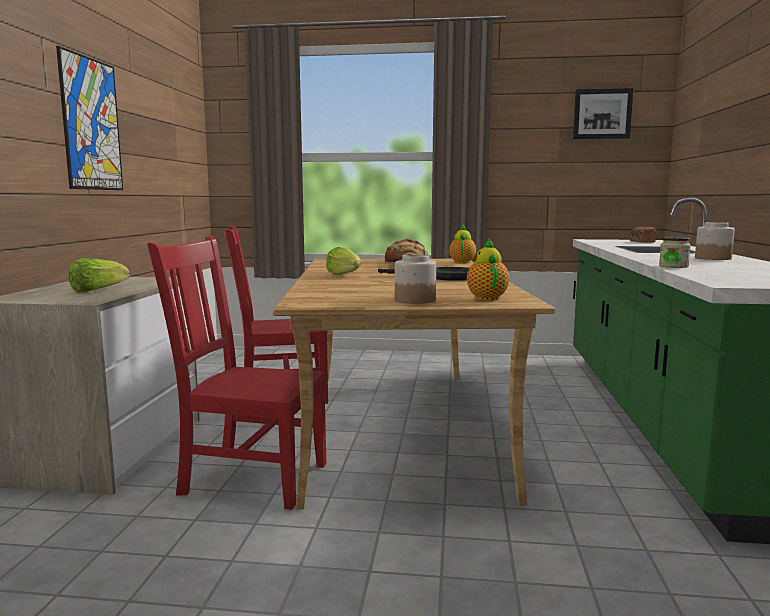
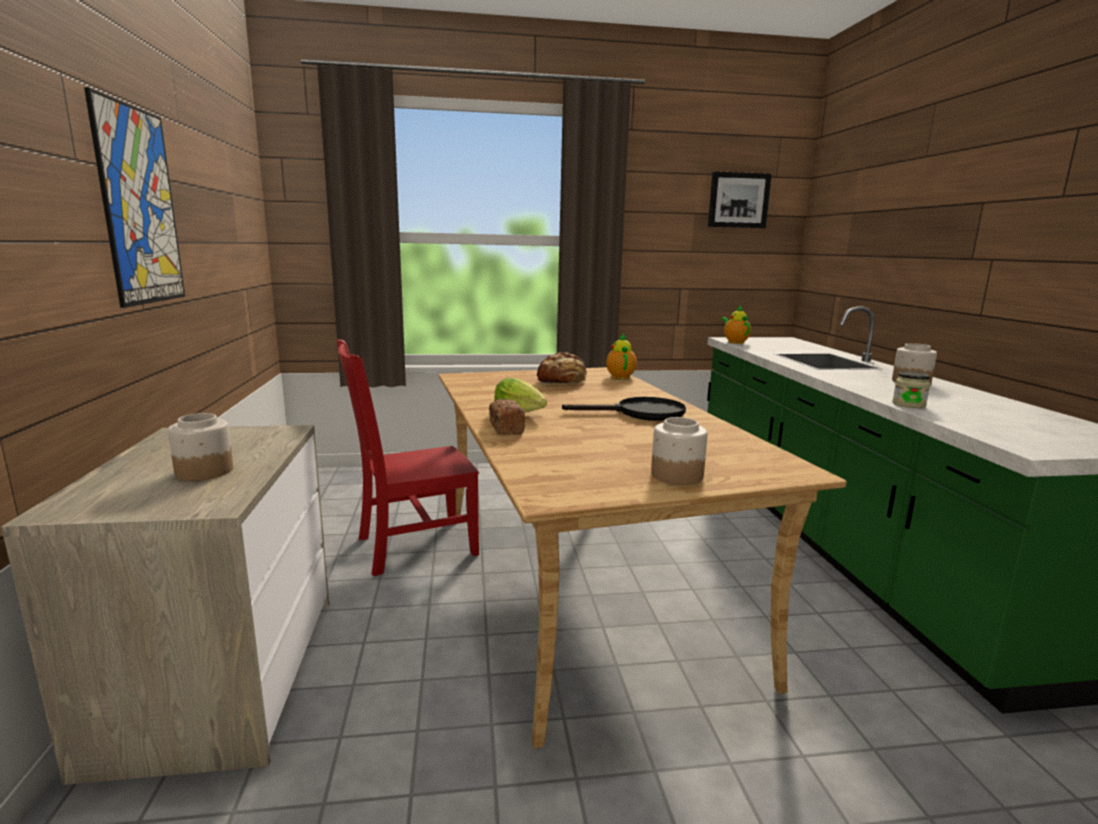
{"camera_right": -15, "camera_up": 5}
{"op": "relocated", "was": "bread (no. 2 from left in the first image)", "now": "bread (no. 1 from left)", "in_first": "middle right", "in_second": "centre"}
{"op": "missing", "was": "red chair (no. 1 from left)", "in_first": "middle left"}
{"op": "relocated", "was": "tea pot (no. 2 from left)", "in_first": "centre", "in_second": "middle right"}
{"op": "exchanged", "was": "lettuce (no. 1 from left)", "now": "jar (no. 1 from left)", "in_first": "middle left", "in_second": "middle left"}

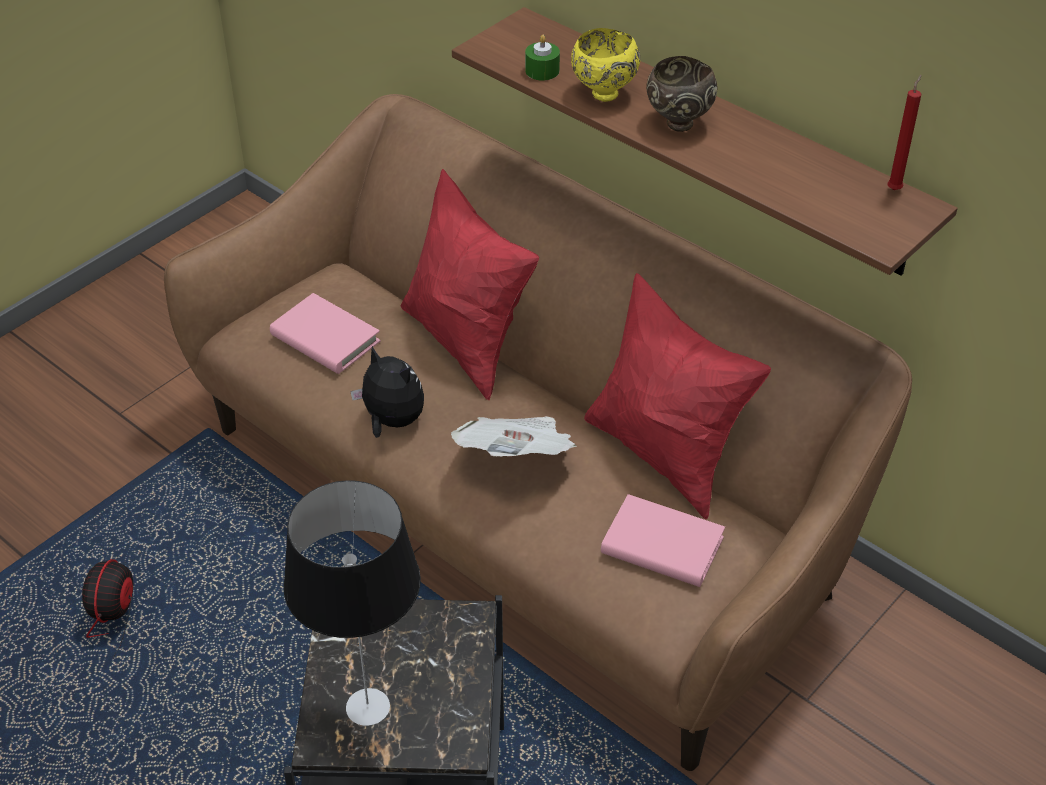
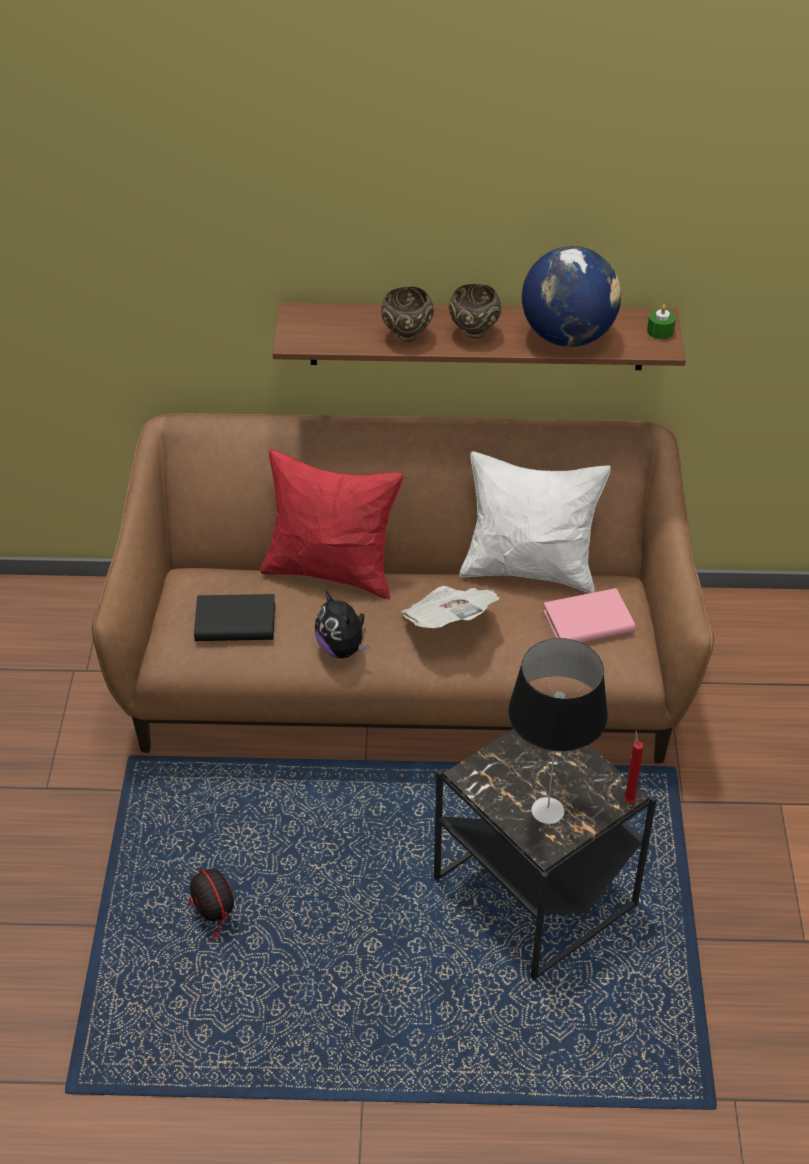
{"camera_right": -40, "camera_up": 0}
{"op": "colour", "was": "yellow deep dish", "now": "brown-coloured deep dish (no. 1 from left)", "in_first": "top centre", "in_second": "top centre"}
{"op": "relocated", "was": "green-coloured wax candle", "in_first": "top centre", "in_second": "top right"}
{"op": "relocated", "was": "red wax candle", "in_first": "top right", "in_second": "middle right"}
{"op": "colour", "was": "red pillow (no. 2 from left)", "now": "white-coloured pillow", "in_first": "centre", "in_second": "centre"}
{"op": "colour", "was": "pinkish book (no. 1 from left)", "now": "black-coloured book", "in_first": "middle left", "in_second": "middle left"}
{"op": "spun", "was": "soft toy", "in_first": "centre", "in_second": "centre", "clockwise": -120}
{"op": "appeared", "now": "desk globe", "in_second": "top right"}

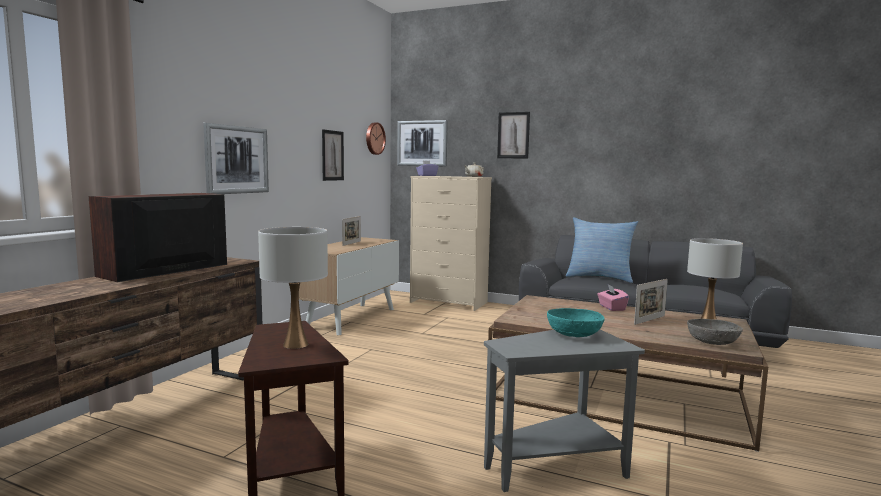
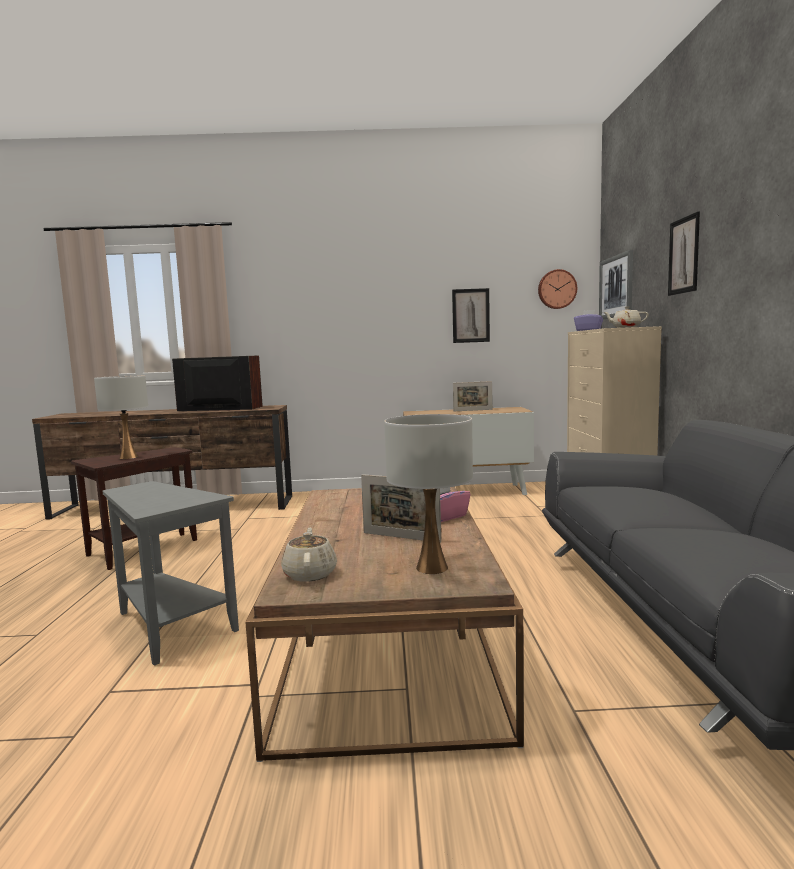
{"camera_right": 65, "camera_up": 0}
{"op": "missing", "was": "wall picture (no. 1 from left)", "in_first": "top left"}
{"op": "missing", "was": "pillow", "in_first": "middle right"}
{"op": "missing", "was": "turquoise deep dish", "in_first": "centre"}
{"op": "exchanged", "was": "grey deep dish", "now": "beige-coloured tea pot (no. 1 from left)", "in_first": "bottom right", "in_second": "centre"}

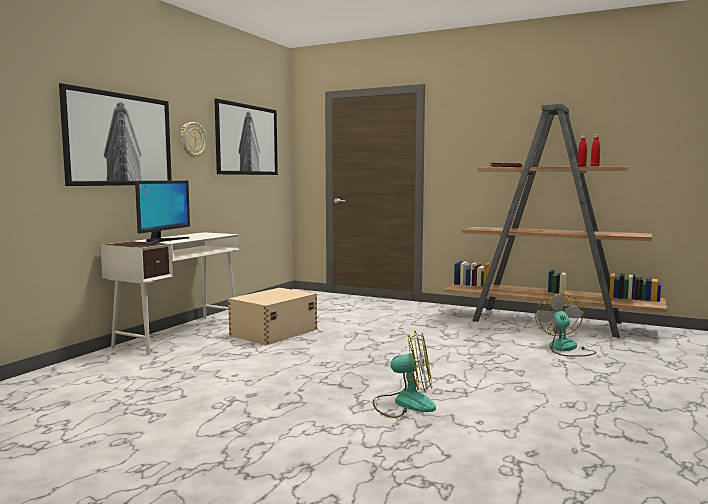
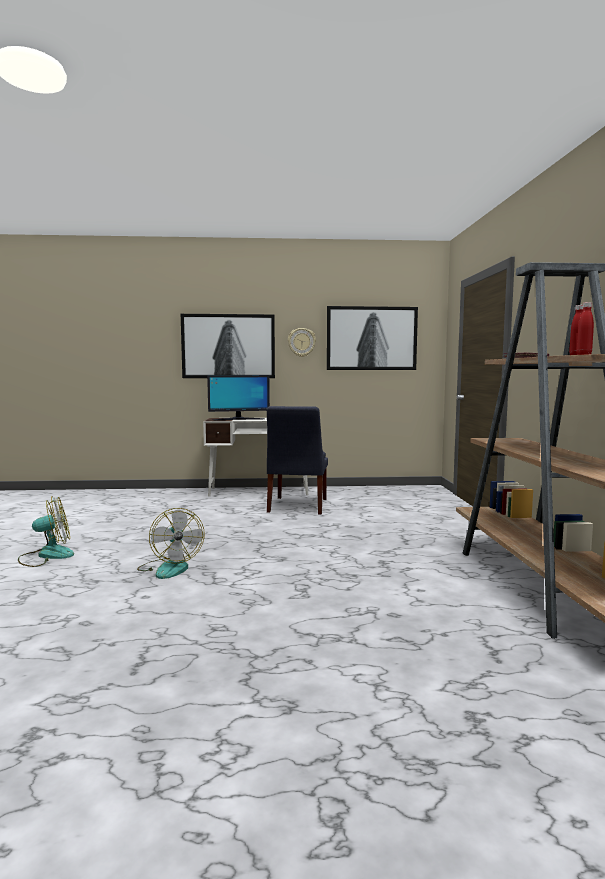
{"camera_right": 60, "camera_up": 0}
{"op": "exchanged", "was": "beige-coloured storage bin", "now": "blue-coloured chair", "in_first": "centre", "in_second": "centre"}
{"op": "relocated", "was": "cooling fan (no. 2 from left in the first image)", "now": "cooling fan (no. 1 from left)", "in_first": "middle right", "in_second": "middle left"}

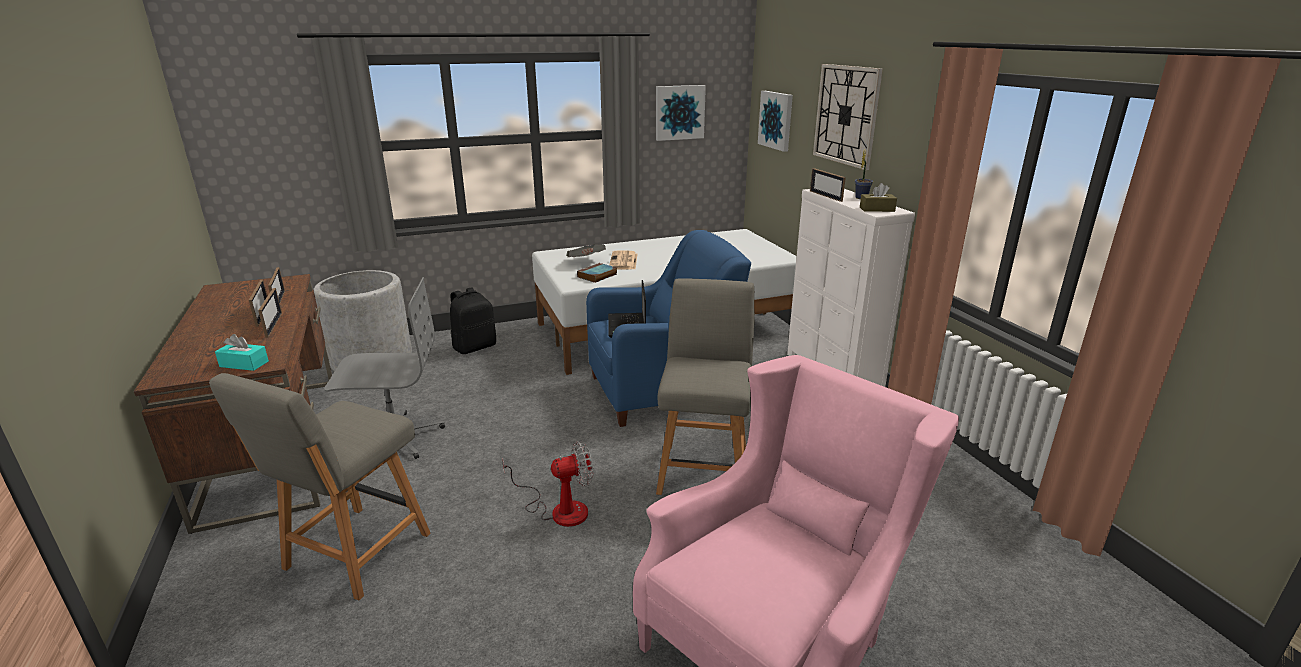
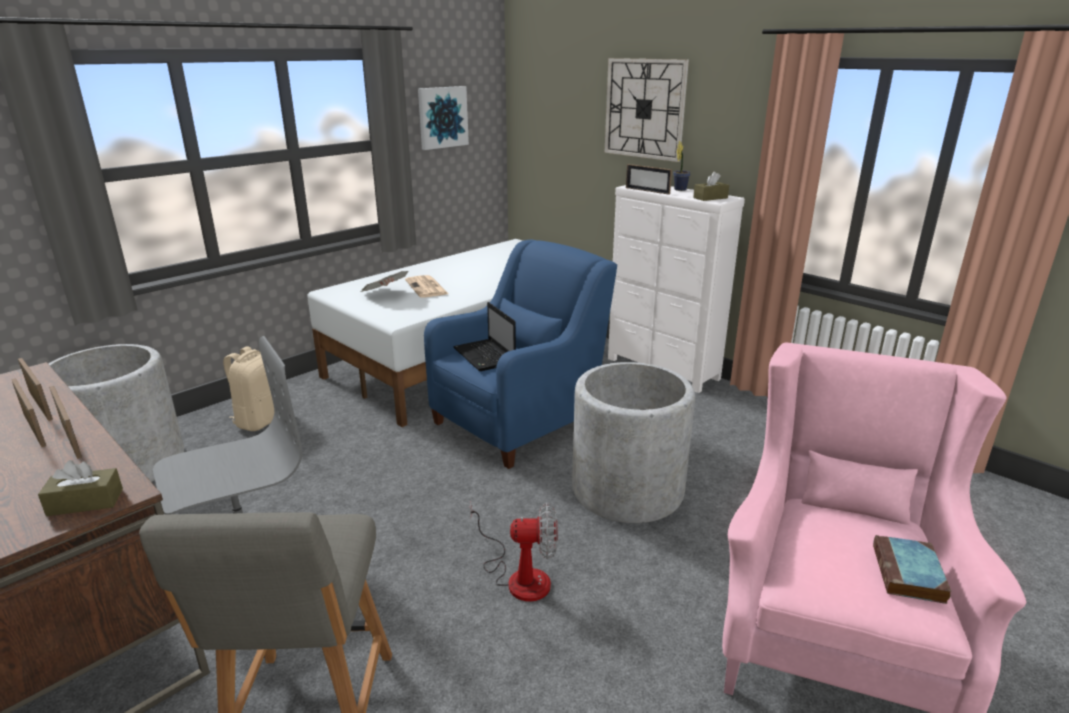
{"camera_right": -25, "camera_up": 0}
{"op": "missing", "was": "wall picture (no. 2 from left)", "in_first": "top centre"}
{"op": "relocated", "was": "book", "in_first": "centre", "in_second": "bottom right"}
{"op": "exchanged", "was": "grey chair (no. 2 from left)", "now": "grey plant pot (no. 2 from left)", "in_first": "centre", "in_second": "centre"}
{"op": "colour", "was": "black-coloured knapsack", "now": "beige-coloured knapsack", "in_first": "centre", "in_second": "middle left"}
{"op": "colour", "was": "turquoise box of tissues", "now": "brown-coloured box of tissues (no. 1 from left)", "in_first": "middle left", "in_second": "bottom left"}
{"op": "spun", "was": "cooling fan", "in_first": "bottom centre", "in_second": "bottom centre", "clockwise": 45}

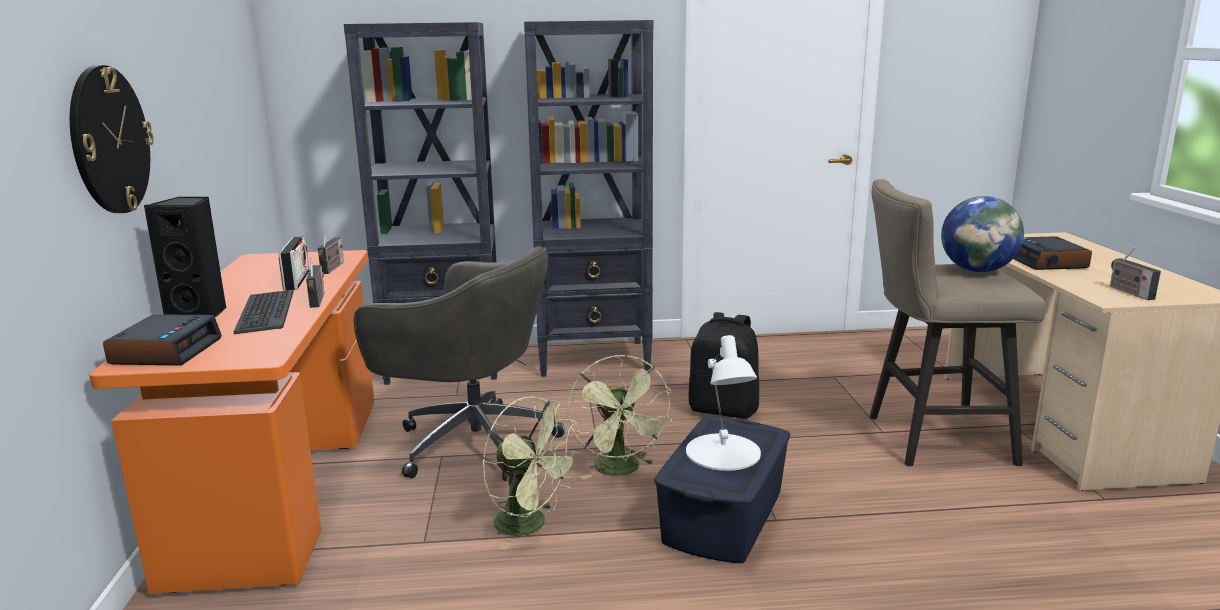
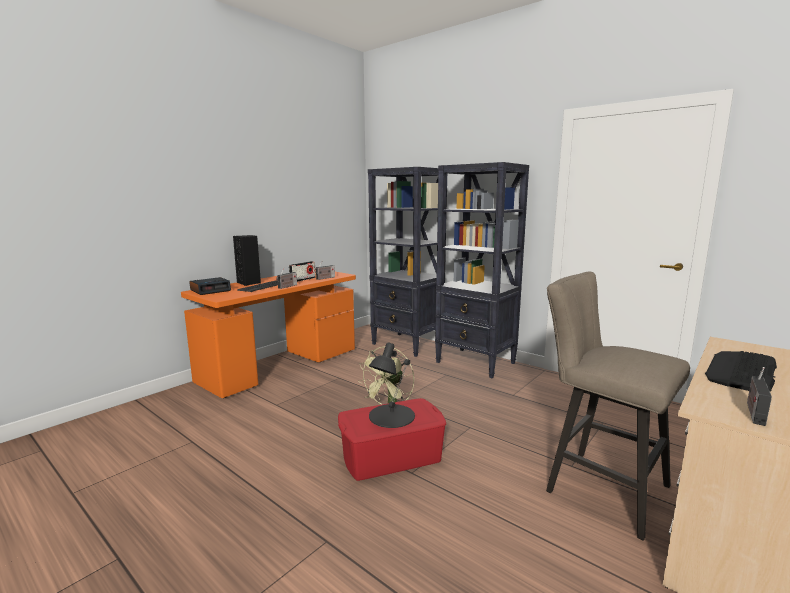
{"camera_right": 45, "camera_up": -5}
{"op": "missing", "was": "hanging clock", "in_first": "top left"}
{"op": "missing", "was": "desk globe", "in_first": "middle right"}
{"op": "exchanged", "was": "bedside clock (no. 2 from left)", "now": "computer keyboard (no. 2 from left)", "in_first": "middle right", "in_second": "middle right"}
{"op": "missing", "was": "grey desk chair", "in_first": "centre"}
{"op": "missing", "was": "black-coloured knapsack", "in_first": "centre"}
{"op": "colour", "was": "white-coloured table lamp", "now": "black-coloured table lamp", "in_first": "centre", "in_second": "centre"}
{"op": "missing", "was": "green-coloured cooling fan (no. 1 from left)", "in_first": "bottom centre"}
{"op": "colour", "was": "blue-coloured storage bin", "now": "red storage bin", "in_first": "bottom centre", "in_second": "bottom centre"}

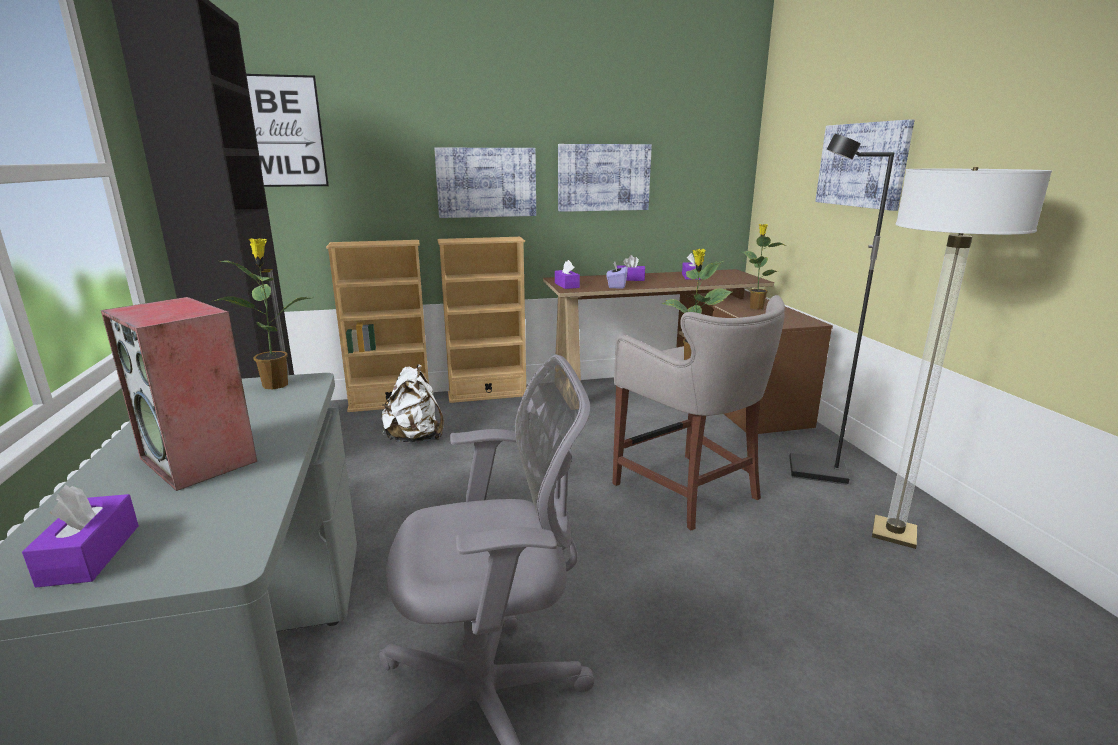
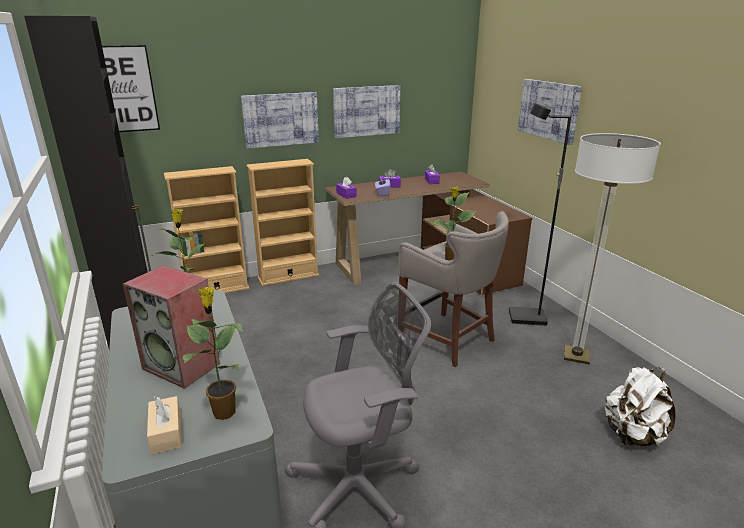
{"camera_right": -10, "camera_up": 5}
{"op": "relocated", "was": "potted plant (no. 3 from left in the first image)", "now": "potted plant (no. 2 from left)", "in_first": "middle right", "in_second": "bottom left"}
{"op": "relocated", "was": "white-coloured knapsack", "in_first": "centre", "in_second": "bottom right"}
{"op": "colour", "was": "purple-coloured box of tissues (no. 1 from left)", "now": "beige-coloured box of tissues", "in_first": "bottom left", "in_second": "bottom left"}

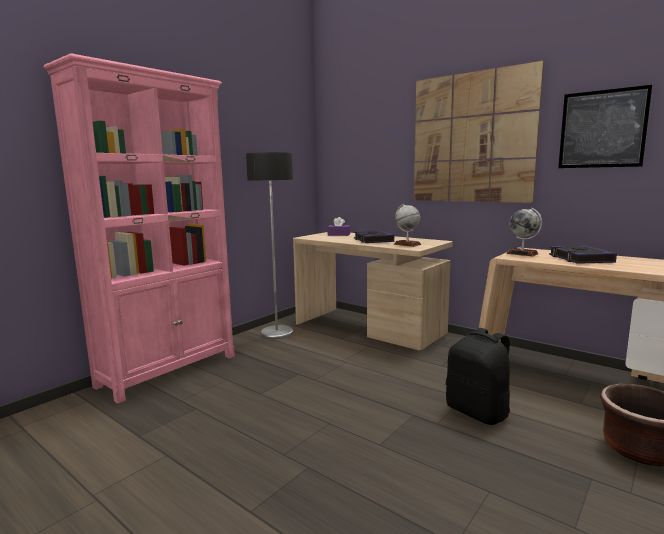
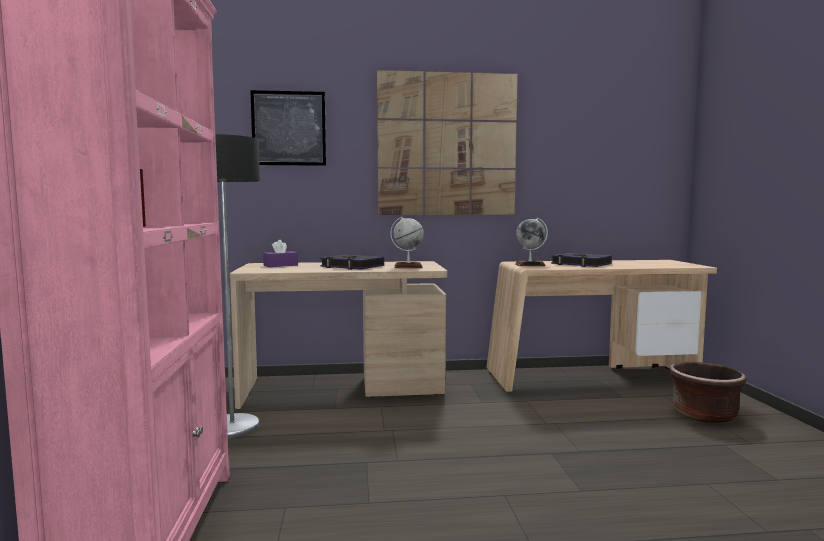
{"camera_right": -45, "camera_up": -5}
{"op": "relocated", "was": "wall picture (no. 2 from left in the first image)", "now": "wall picture (no. 1 from left)", "in_first": "top right", "in_second": "top centre"}
{"op": "missing", "was": "black-coloured knapsack", "in_first": "bottom right"}

